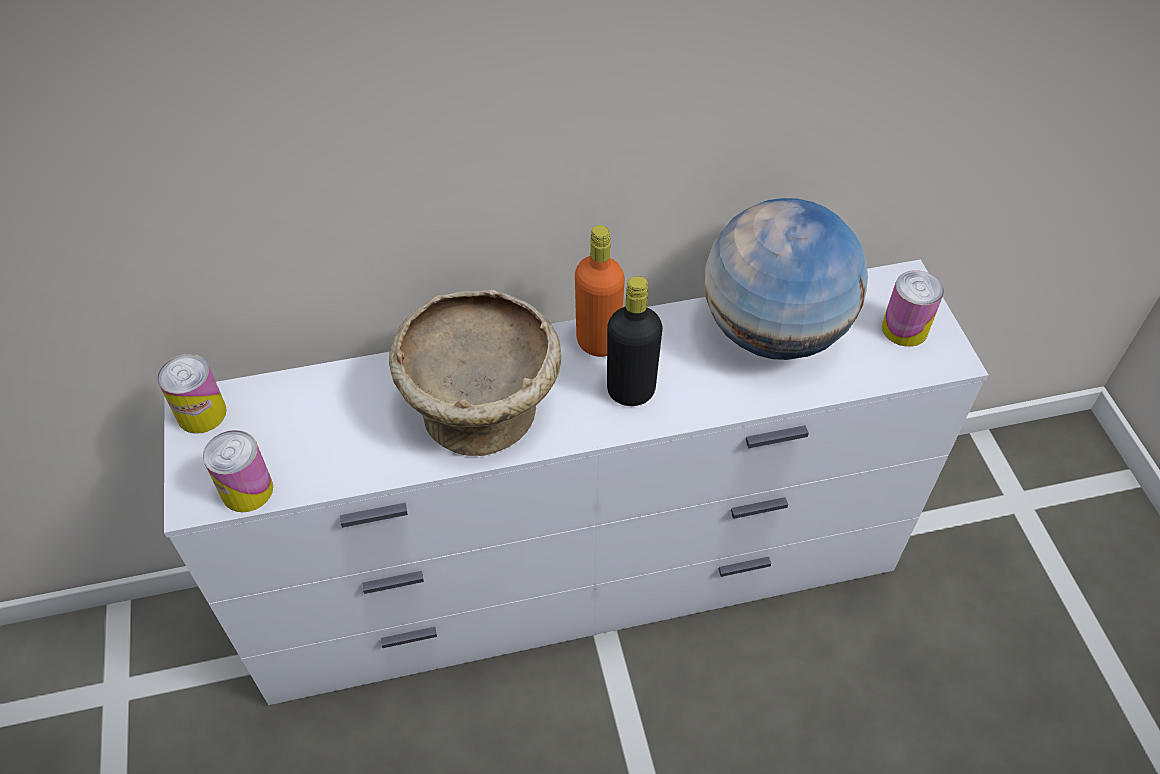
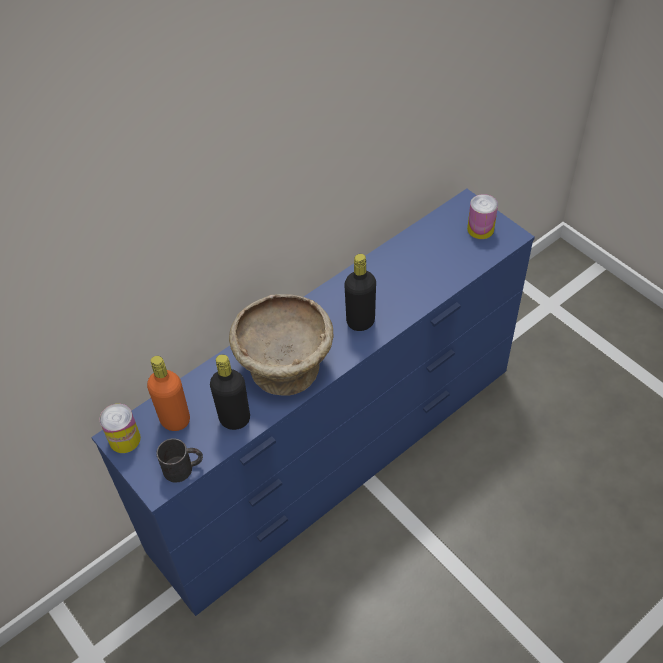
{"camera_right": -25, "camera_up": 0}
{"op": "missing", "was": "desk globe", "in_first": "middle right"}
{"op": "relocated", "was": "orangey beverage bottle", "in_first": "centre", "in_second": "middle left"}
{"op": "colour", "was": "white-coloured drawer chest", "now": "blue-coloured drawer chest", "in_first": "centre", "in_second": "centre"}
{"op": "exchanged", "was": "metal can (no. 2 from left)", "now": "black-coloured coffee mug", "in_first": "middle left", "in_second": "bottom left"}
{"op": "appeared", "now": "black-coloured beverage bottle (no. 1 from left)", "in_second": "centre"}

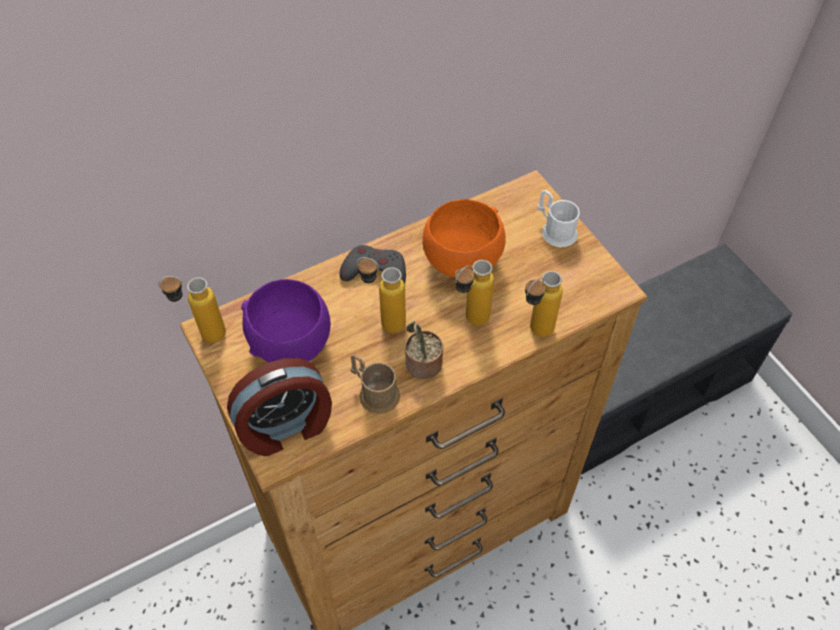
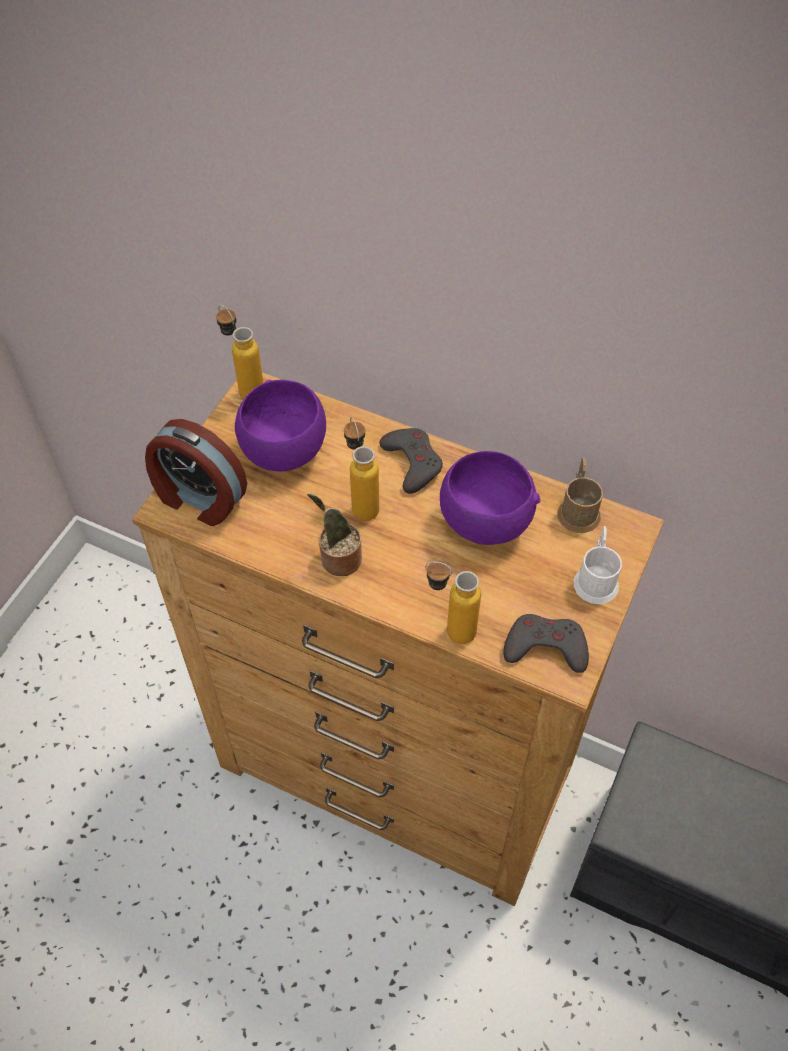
{"camera_right": 55, "camera_up": 0}
{"op": "colour", "was": "orangey deep dish", "now": "purple-coloured deep dish (no. 2 from left)", "in_first": "centre", "in_second": "centre"}
{"op": "missing", "was": "beverage bottle (no. 3 from left)", "in_first": "centre"}
{"op": "relocated", "was": "brown-coloured coffee mug", "in_first": "centre", "in_second": "middle right"}
{"op": "appeared", "now": "grey joypad (no. 2 from left)", "in_second": "middle right"}

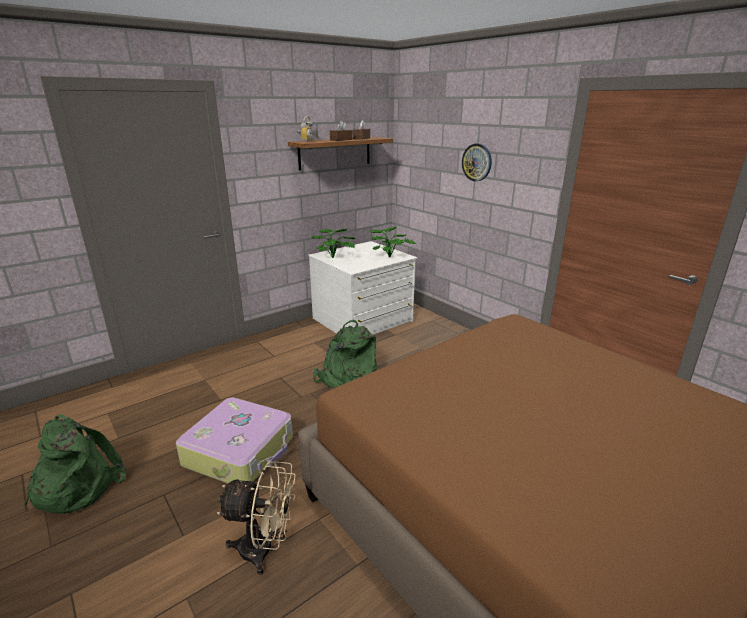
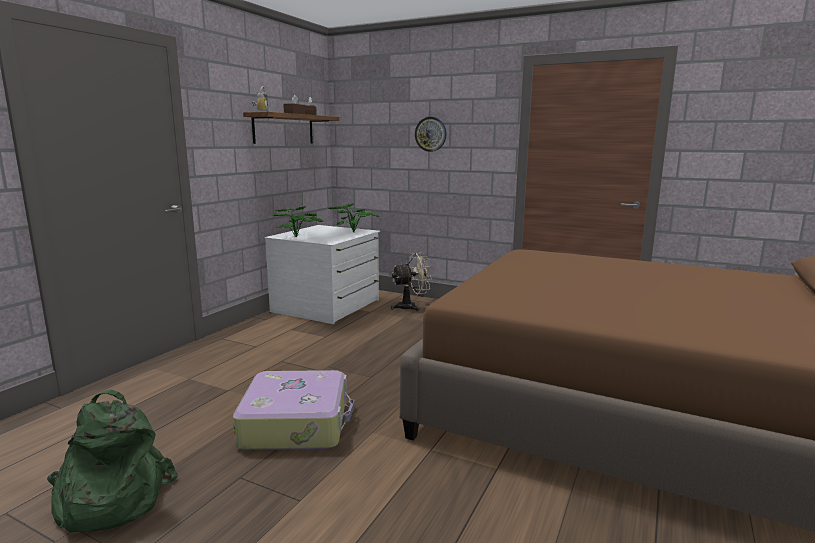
{"camera_right": -25, "camera_up": -10}
{"op": "missing", "was": "green-coloured knapsack (no. 2 from left)", "in_first": "centre"}
{"op": "relocated", "was": "beige-coloured cooling fan", "in_first": "bottom centre", "in_second": "centre"}

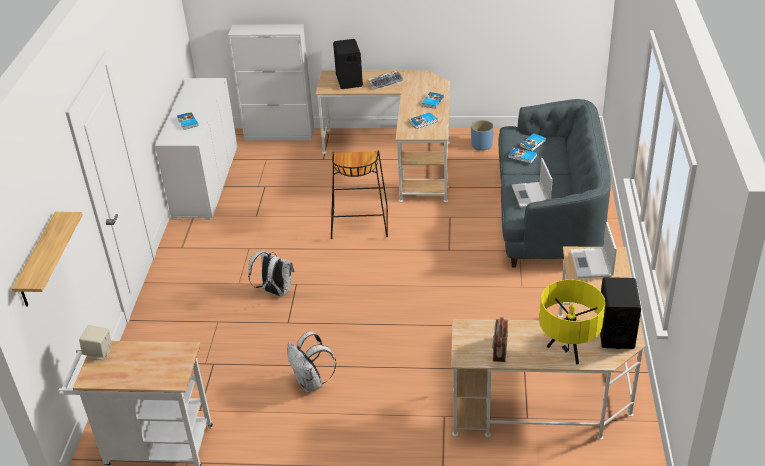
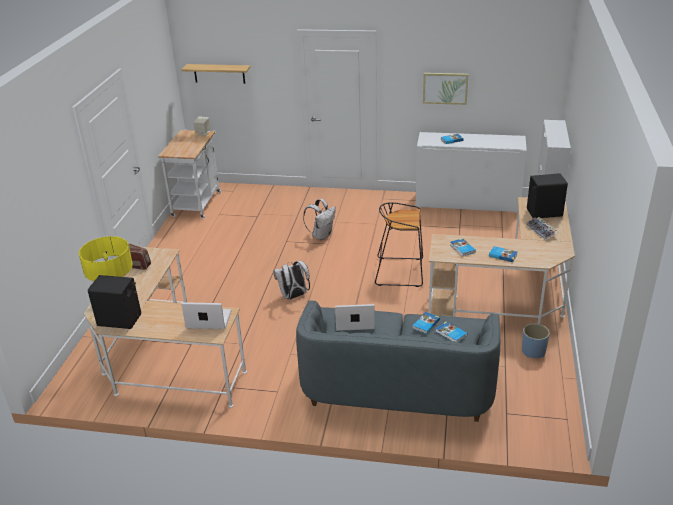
{"camera_right": 95, "camera_up": -5}
{"op": "relocated", "was": "white-coloured knapsack (no. 2 from left in the first image)", "now": "white-coloured knapsack (no. 1 from left)", "in_first": "bottom centre", "in_second": "centre"}
{"op": "appeared", "now": "wall picture", "in_second": "top centre"}

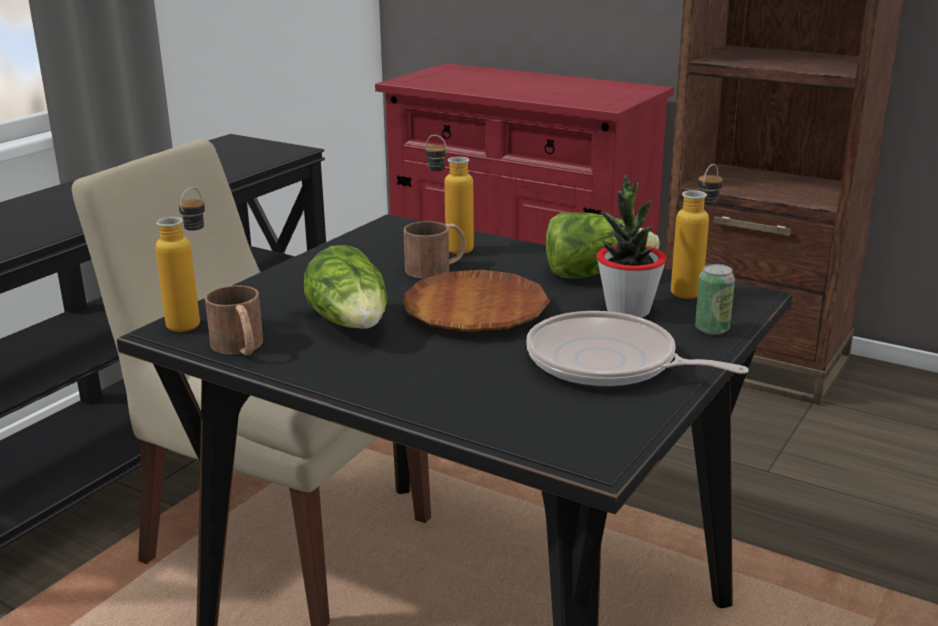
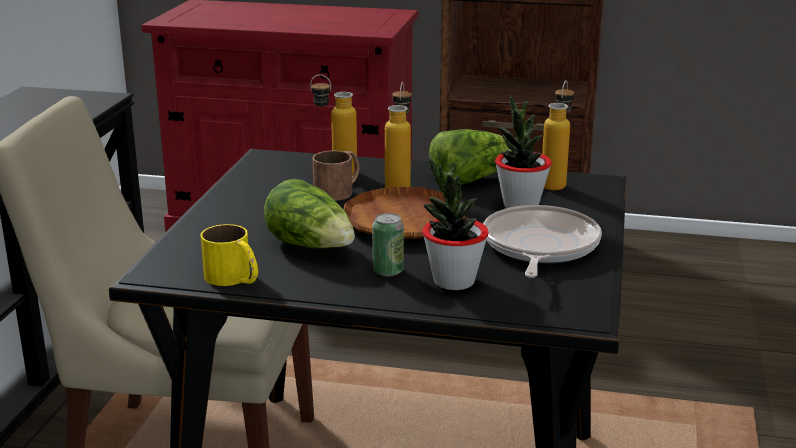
{"camera_right": -20, "camera_up": 0}
{"op": "relocated", "was": "beverage bottle (no. 1 from left in the first image)", "now": "beverage bottle (no. 2 from left)", "in_first": "middle left", "in_second": "top centre"}
{"op": "relocated", "was": "metal can", "in_first": "middle right", "in_second": "centre"}
{"op": "colour", "was": "brown-coloured coffee mug (no. 1 from left)", "now": "yellow coffee mug", "in_first": "middle left", "in_second": "middle left"}
{"op": "spun", "was": "skillet", "in_first": "middle right", "in_second": "middle right", "clockwise": 90}
{"op": "appeared", "now": "potted plant (no. 1 from left)", "in_second": "centre"}

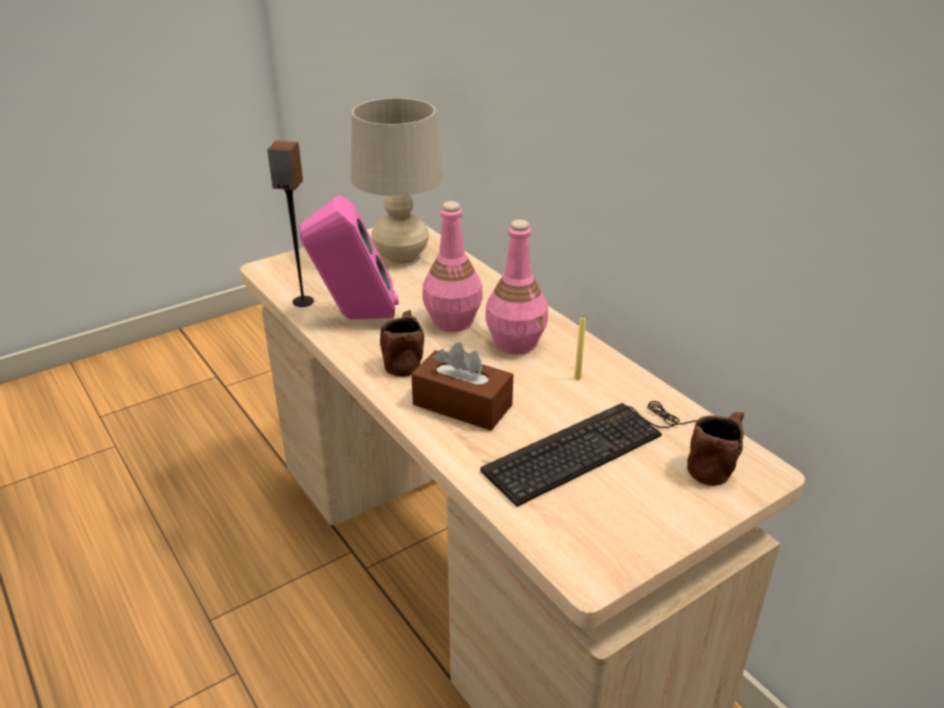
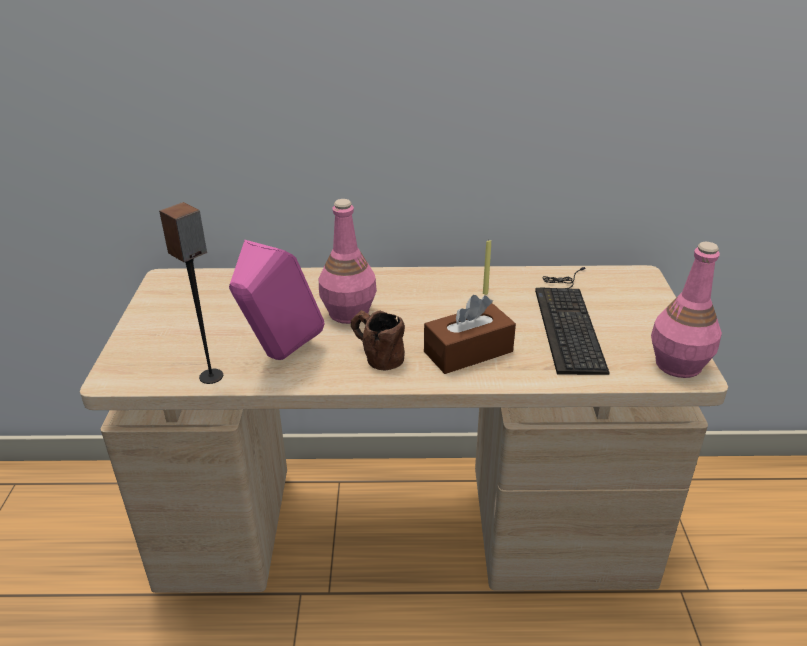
{"camera_right": -55, "camera_up": 0}
{"op": "missing", "was": "beige-coloured table lamp", "in_first": "top centre"}
{"op": "relocated", "was": "pinkish beverage bottle (no. 2 from left)", "in_first": "centre", "in_second": "middle right"}
{"op": "missing", "was": "brown-coloured coffee mug (no. 2 from left)", "in_first": "middle right"}

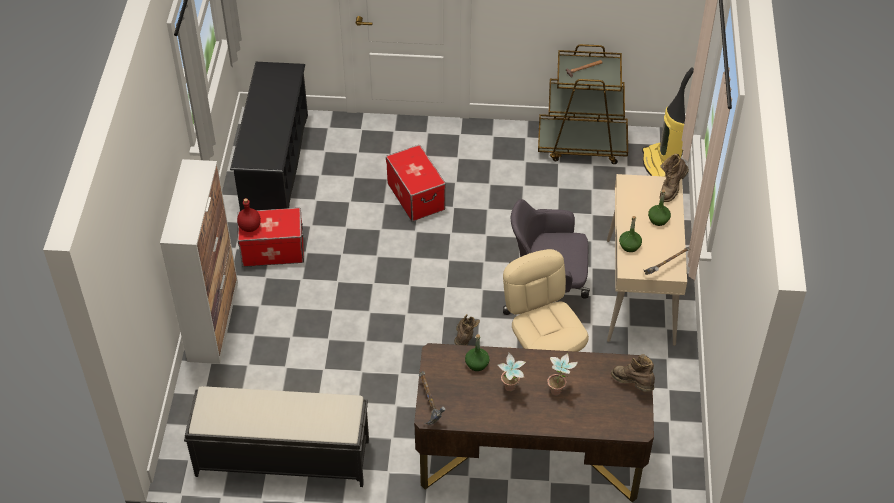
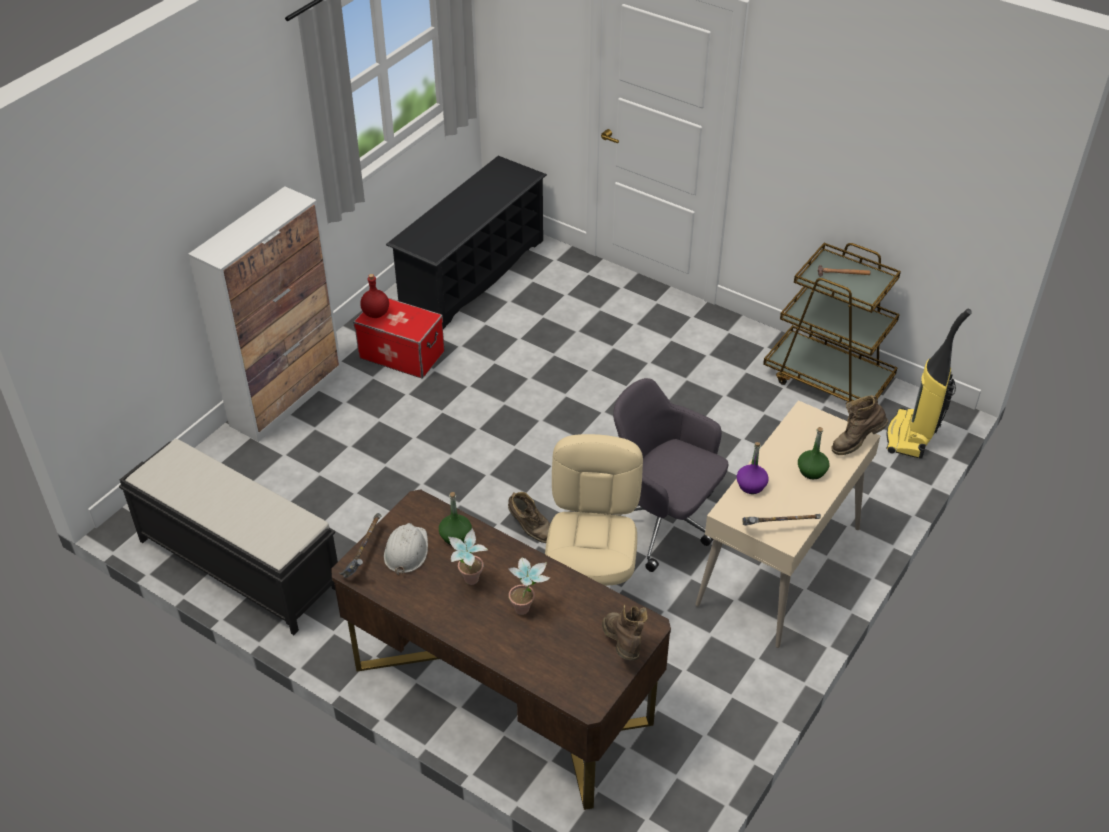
{"camera_right": 30, "camera_up": -5}
{"op": "missing", "was": "storage bin (no. 2 from left)", "in_first": "centre"}
{"op": "colour", "was": "green-coloured beverage bottle (no. 2 from left)", "now": "purple-coloured beverage bottle", "in_first": "middle right", "in_second": "middle right"}
{"op": "spun", "was": "brown-coloured high-top boot (no. 1 from left)", "in_first": "centre", "in_second": "centre", "clockwise": 90}
{"op": "appeared", "now": "white-coloured work helmet", "in_second": "centre"}

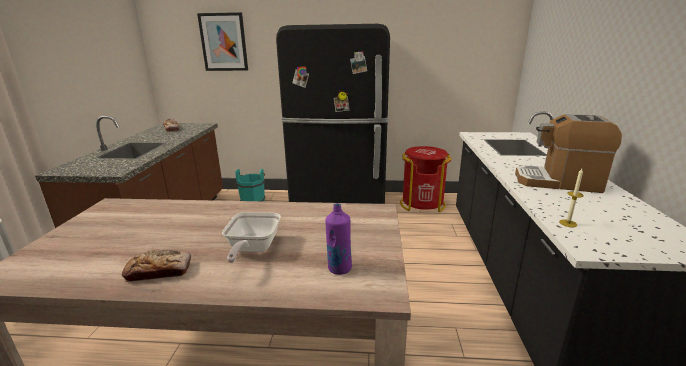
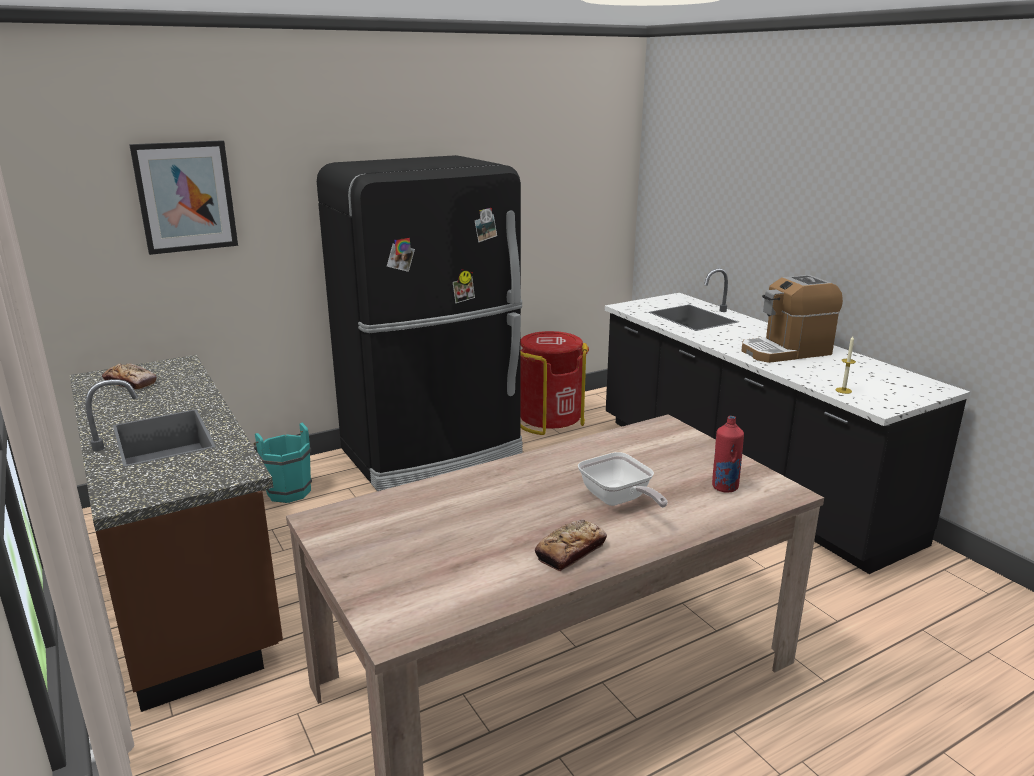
{"camera_right": -35, "camera_up": 0}
{"op": "colour", "was": "purple-coloured beverage bottle", "now": "red beverage bottle", "in_first": "centre", "in_second": "middle right"}

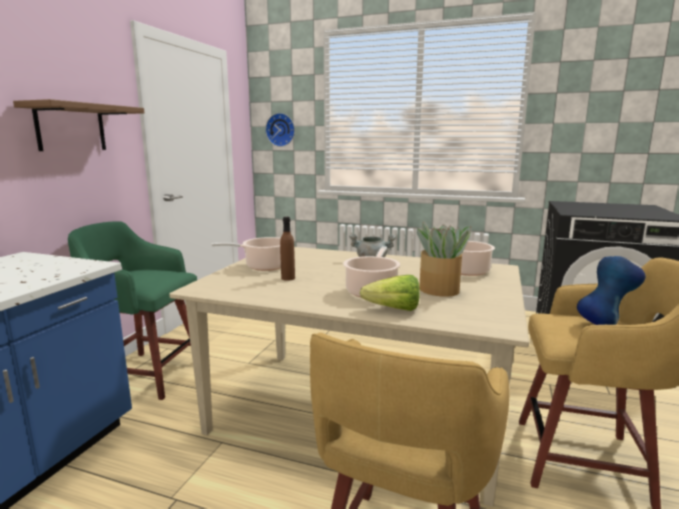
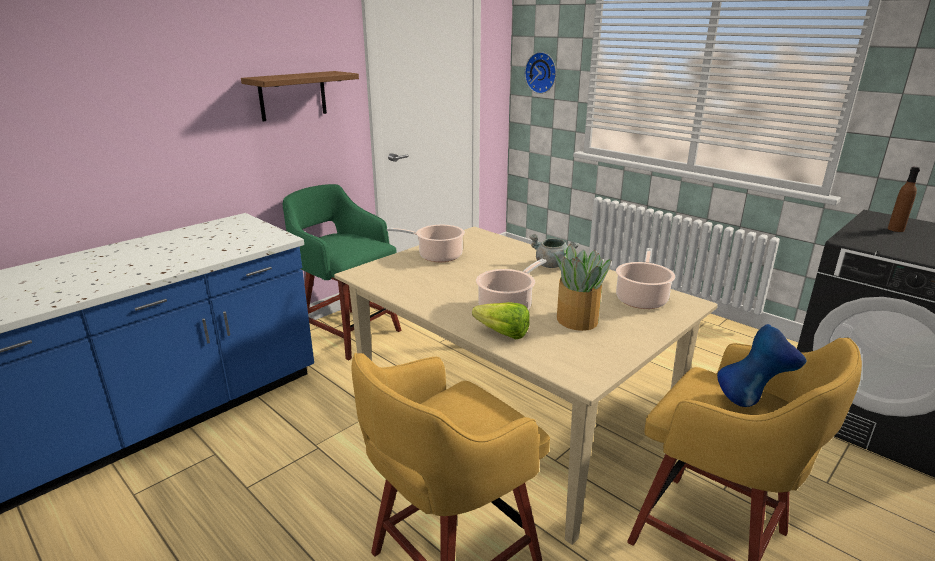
{"camera_right": 25, "camera_up": 10}
{"op": "relocated", "was": "brown-coloured beverage bottle", "in_first": "centre", "in_second": "middle right"}

